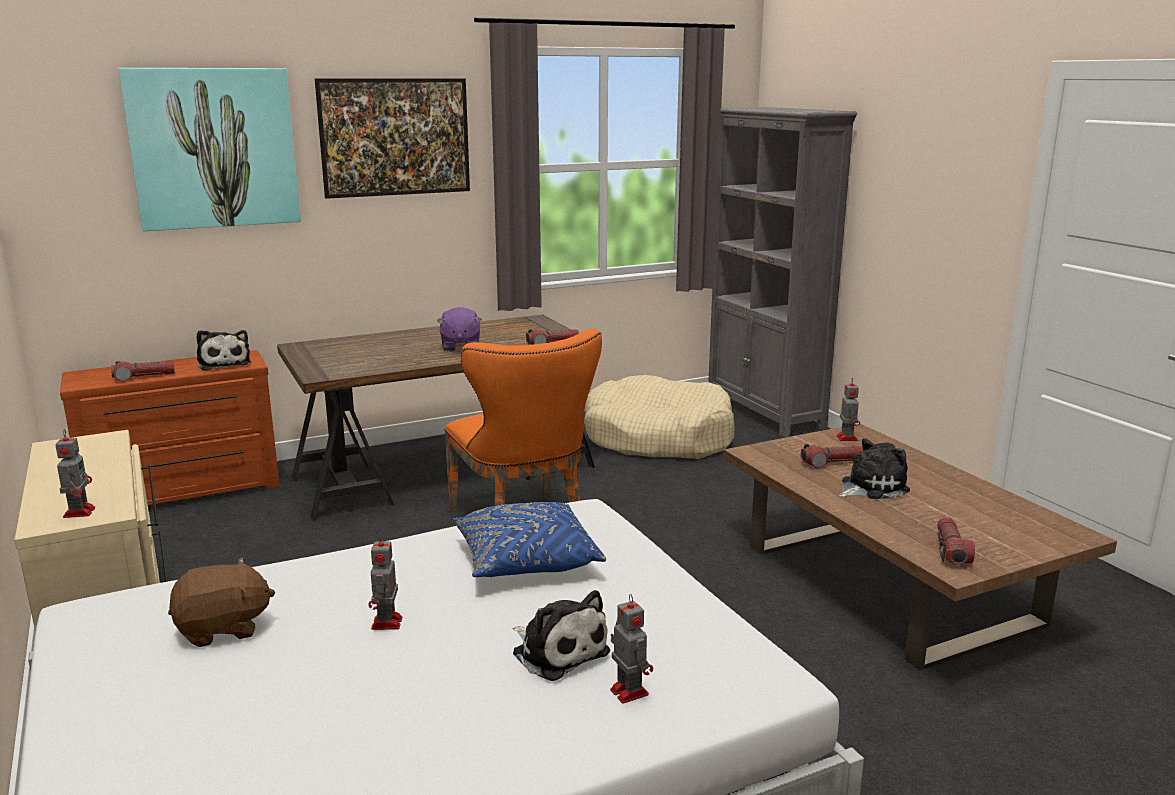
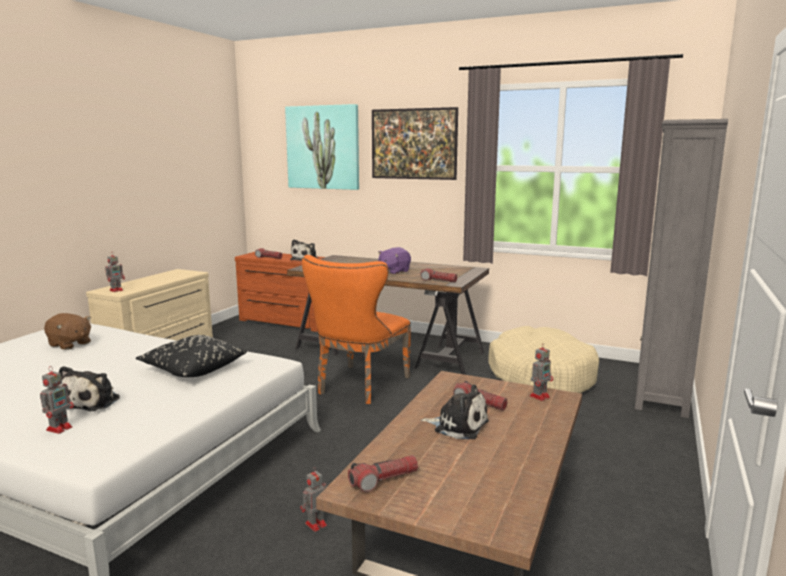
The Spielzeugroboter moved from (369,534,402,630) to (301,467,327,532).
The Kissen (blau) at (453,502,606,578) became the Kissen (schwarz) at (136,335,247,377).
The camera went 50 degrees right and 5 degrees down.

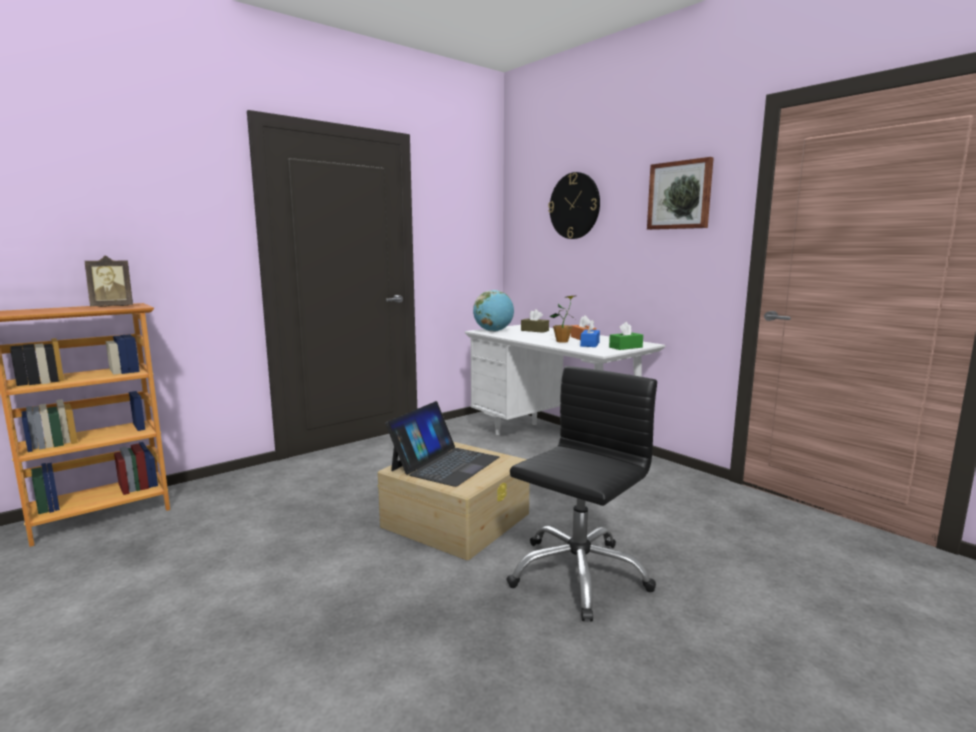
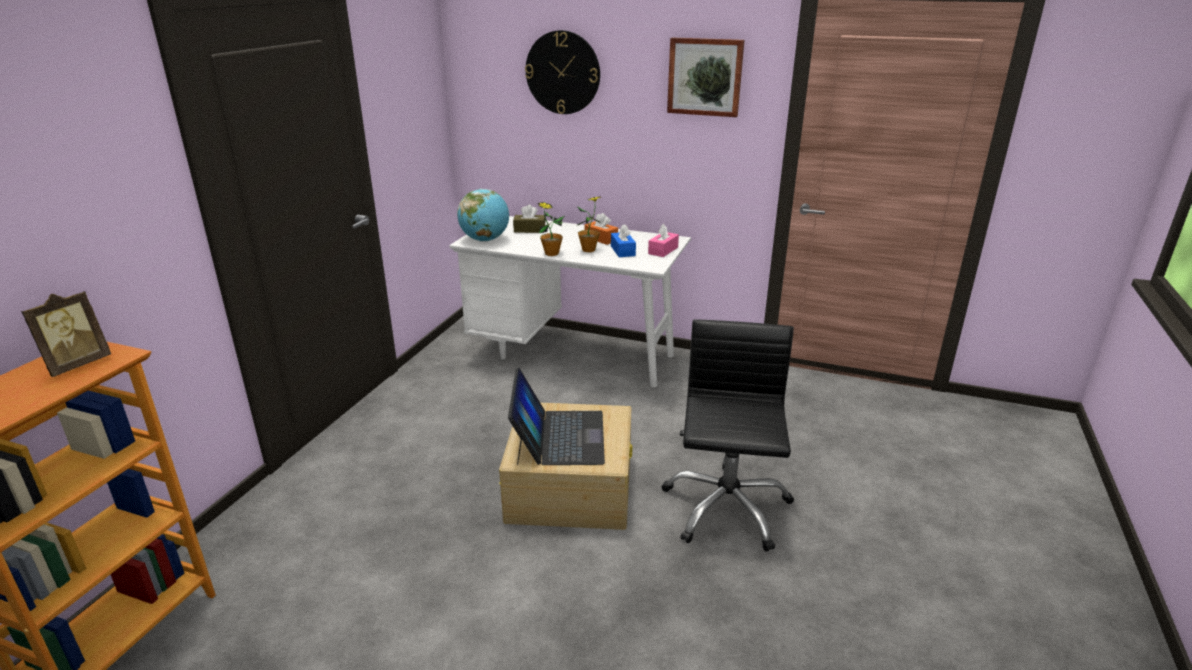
The Taschentuchbox (grün) at (609,322,643,350) became the Taschentuchbox (rosa) at (648,224,679,257).
The Topfpflanze at (538,202,564,256) appeared.
The camera went 30 degrees left and 15 degrees up.

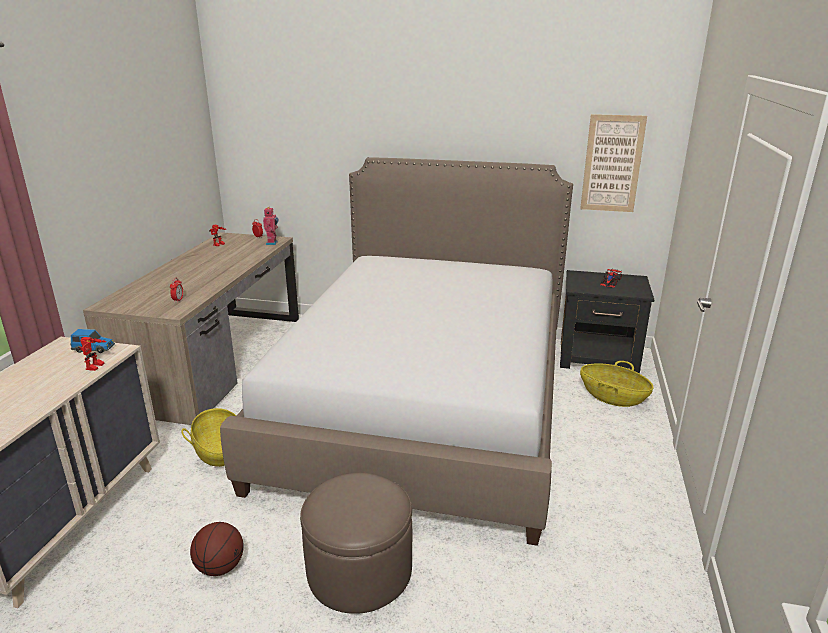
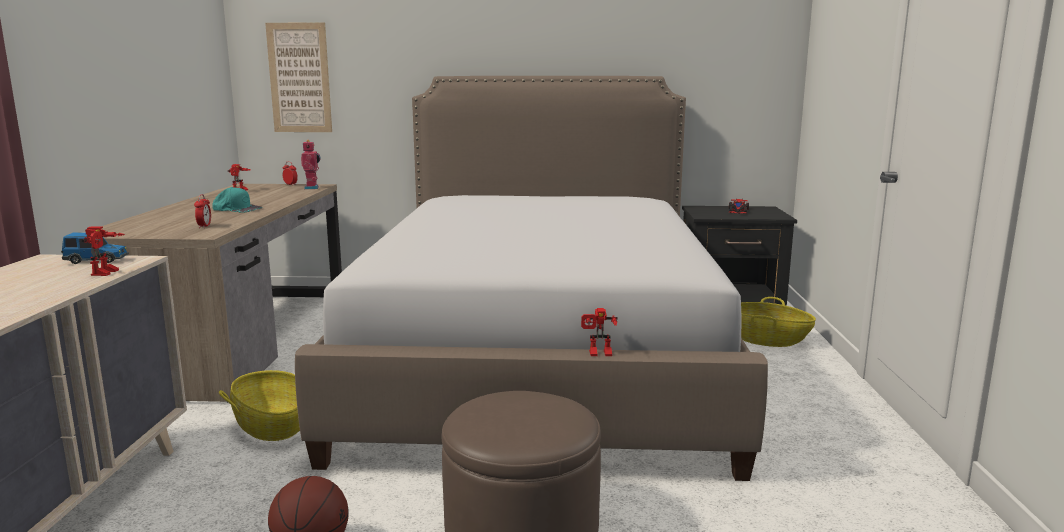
The Bild moved from (580,114,647,212) to (265,22,332,132).
The Kappe (türkis) at (212,187,262,213) appeared.
The Spielzeugroboter at (581,308,618,356) appeared.
The camera went 10 degrees left and 10 degrees down.

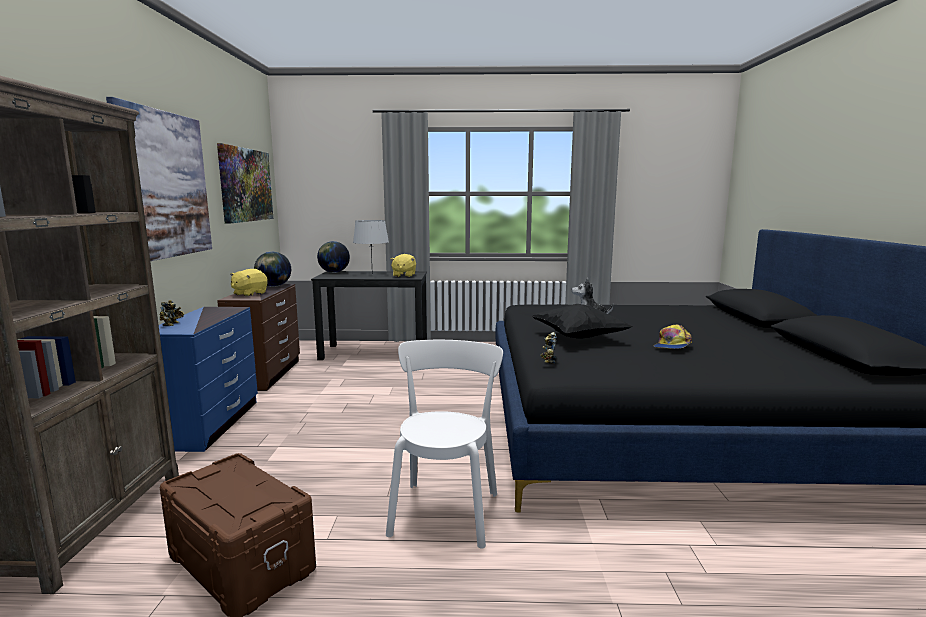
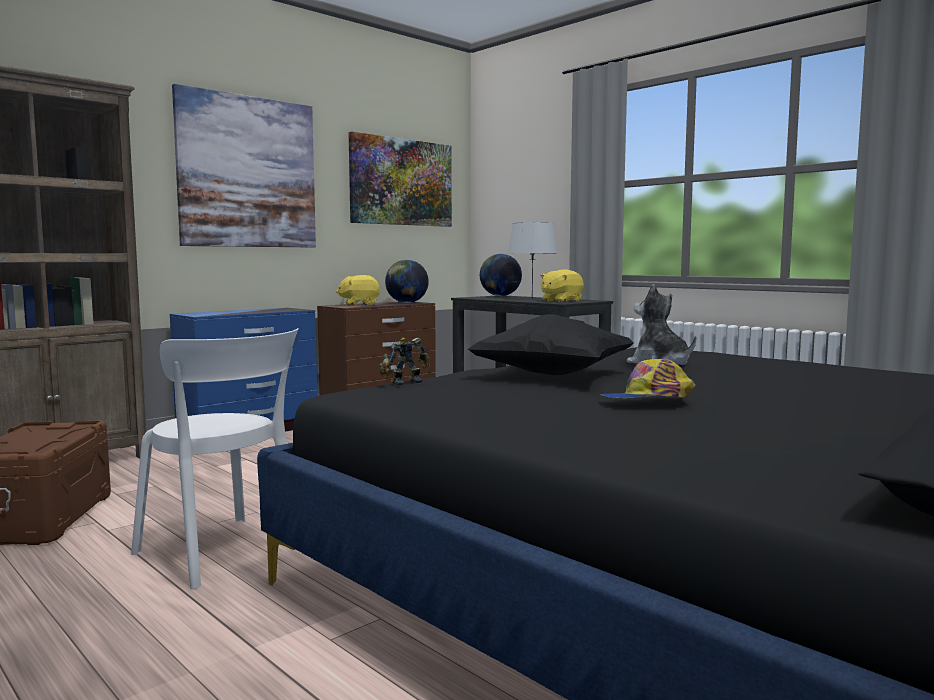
The Spielzeugroboter at (159,300,184,326) disappeared.
The Stuhl (weiß) at (386,340,503,549) turned 75 degrees clockwise.
The camera went 45 degrees right and 5 degrees down.

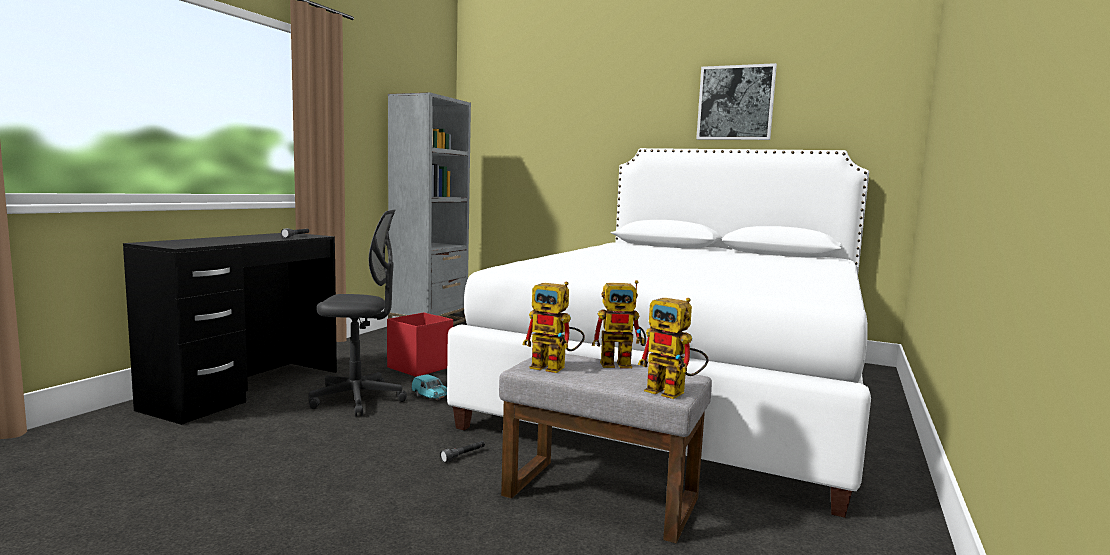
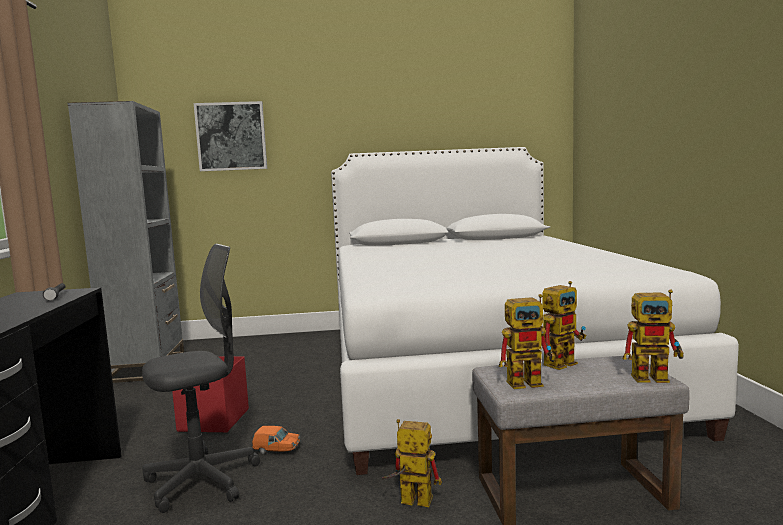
The Spielzeugauto (türkis) at (412,374,447,400) became the Spielzeugauto (orange) at (252,426,300,454).
The Taschenlampe (grau) at (440,441,485,463) was replaced by the Spielzeugroboter at (382,419,442,507).
The Bild moved from (696,63,777,140) to (194,101,267,171).
The camera went 30 degrees left and 0 degrees up.

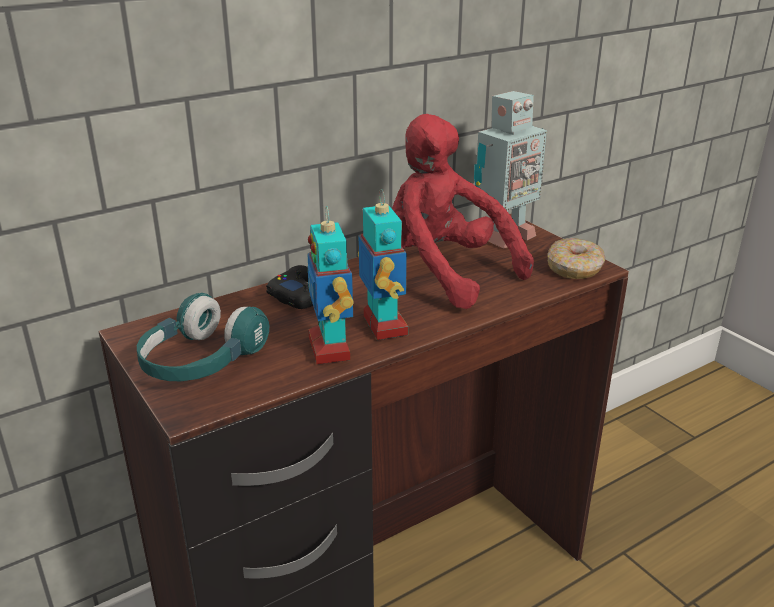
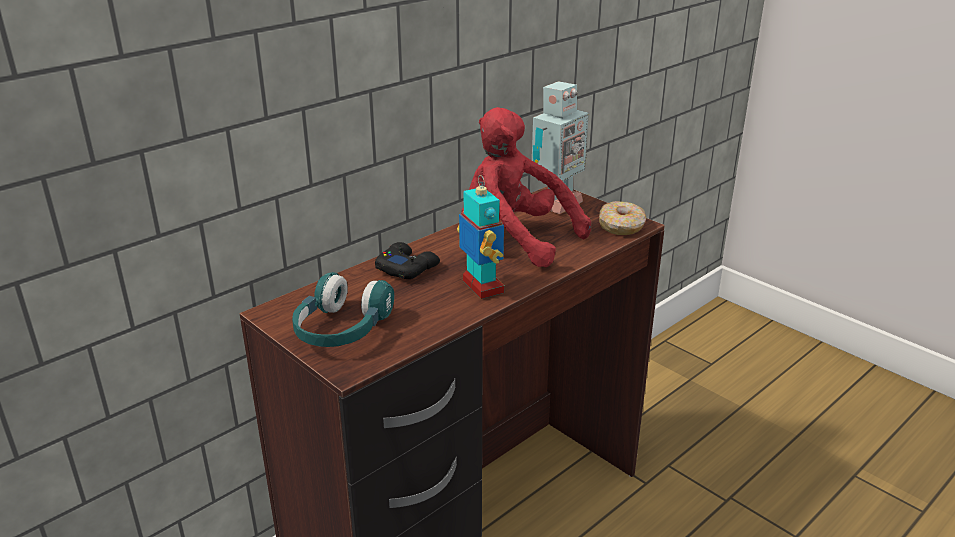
The Spielzeugroboter at (307,206,354,364) disappeared.
The camera went 10 degrees left and 0 degrees up.

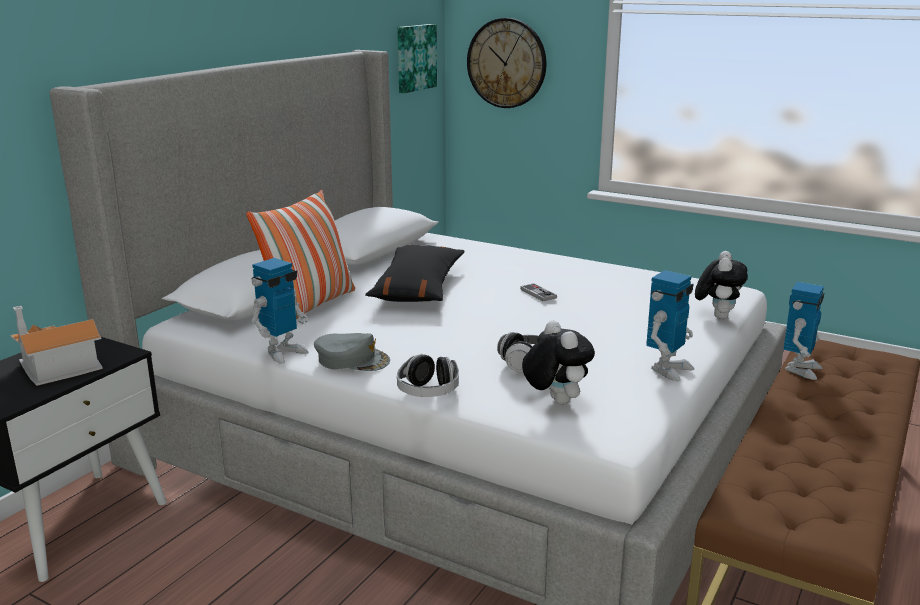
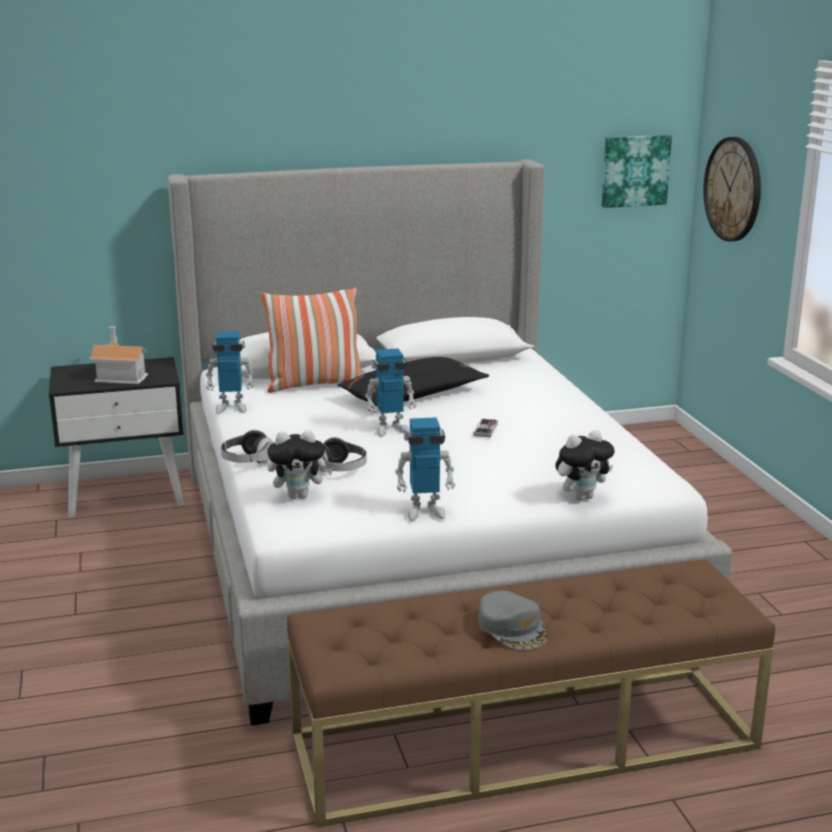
The Kappe (grau) moved from (314,333,390,371) to (478,591,549,650).
The Plüschtier at (522,320,595,405) turned 60 degrees clockwise.
The Spielzeugroboter moved from (783,282,824,380) to (365,348,416,437).
The camera went 45 degrees right and 0 degrees up.

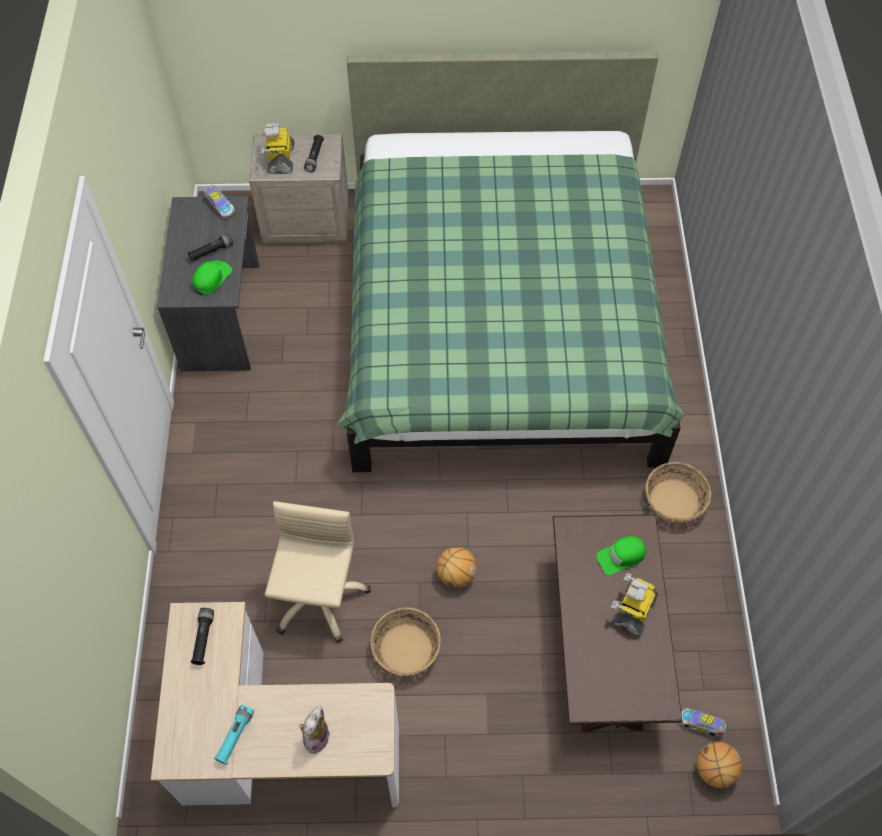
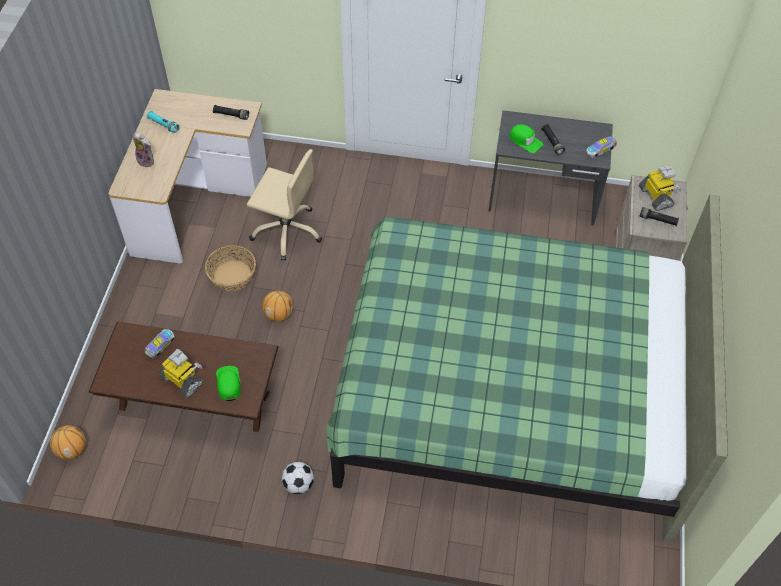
The Spielzeugroboter at (260,123,294,174) turned 60 degrees clockwise.
The Korb at (645,462,711,523) was replaced by the Fußball at (282,462,314,494).
The Spielzeugauto moved from (681,708,726,737) to (144,329,175,358).
The camera went 100 degrees right and 5 degrees down.

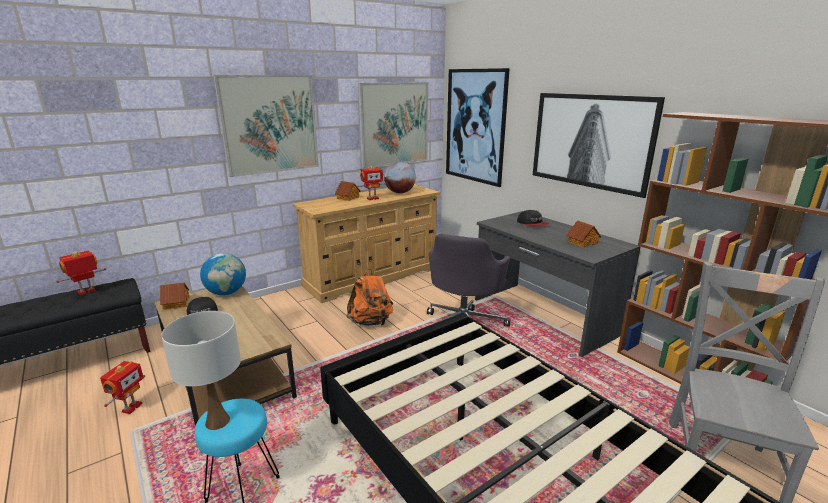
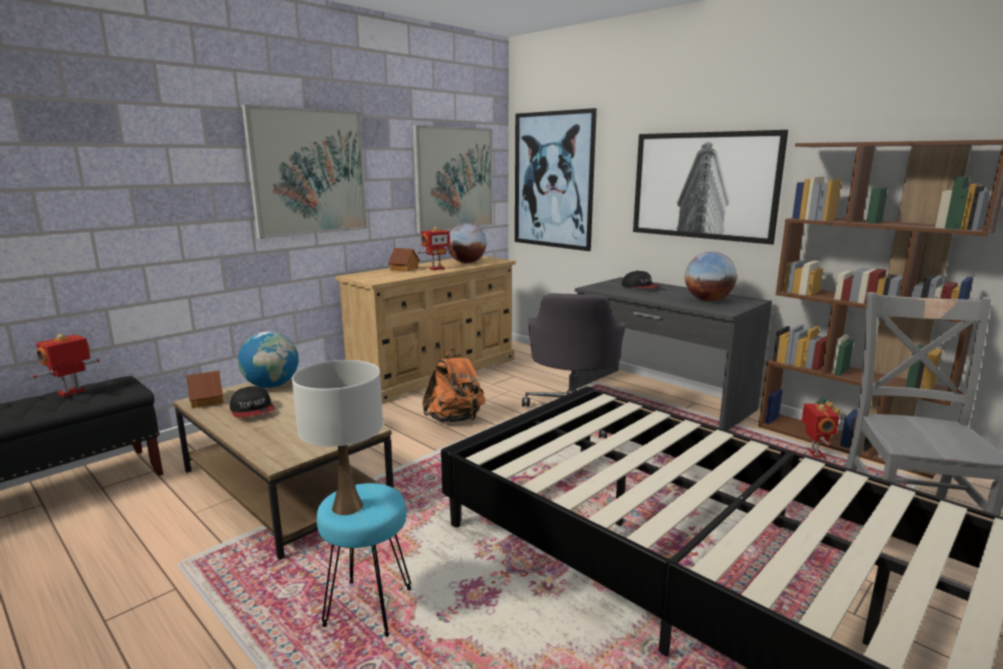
The Spielzeugroboter moved from (100,361,145,414) to (802,403,839,458).
The Spielzeughaus at (566,220,601,248) was replaced by the Globus at (685,252,737,301).
The camera went 10 degrees left and 5 degrees down.

